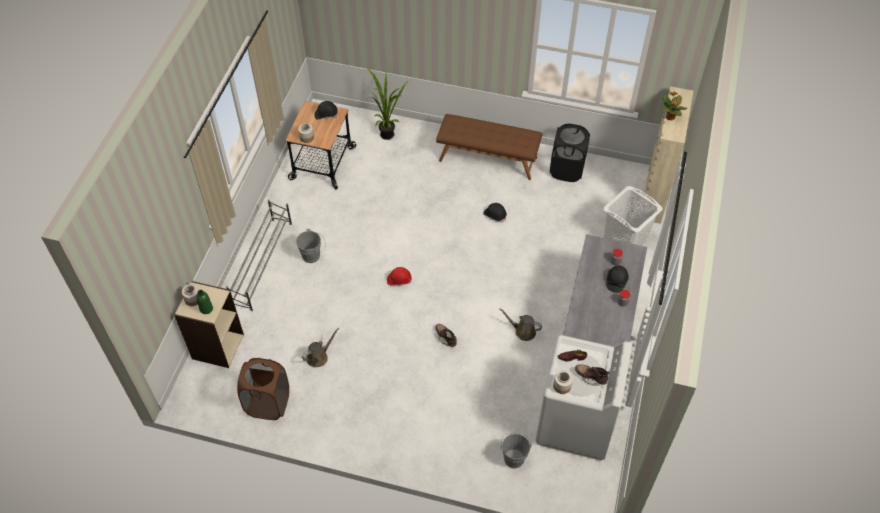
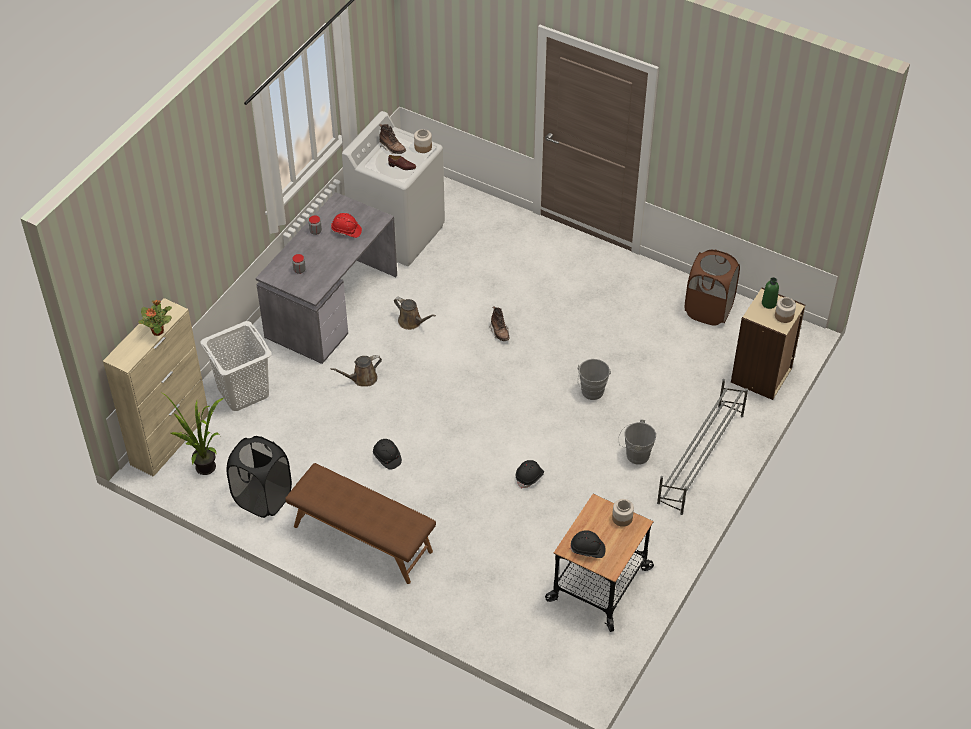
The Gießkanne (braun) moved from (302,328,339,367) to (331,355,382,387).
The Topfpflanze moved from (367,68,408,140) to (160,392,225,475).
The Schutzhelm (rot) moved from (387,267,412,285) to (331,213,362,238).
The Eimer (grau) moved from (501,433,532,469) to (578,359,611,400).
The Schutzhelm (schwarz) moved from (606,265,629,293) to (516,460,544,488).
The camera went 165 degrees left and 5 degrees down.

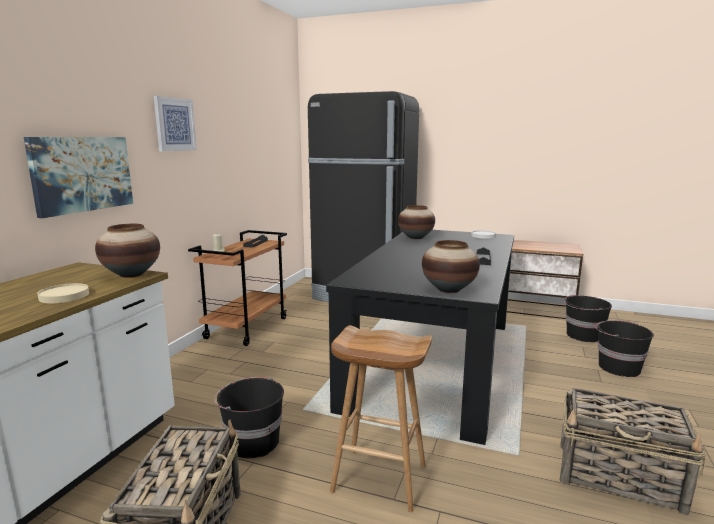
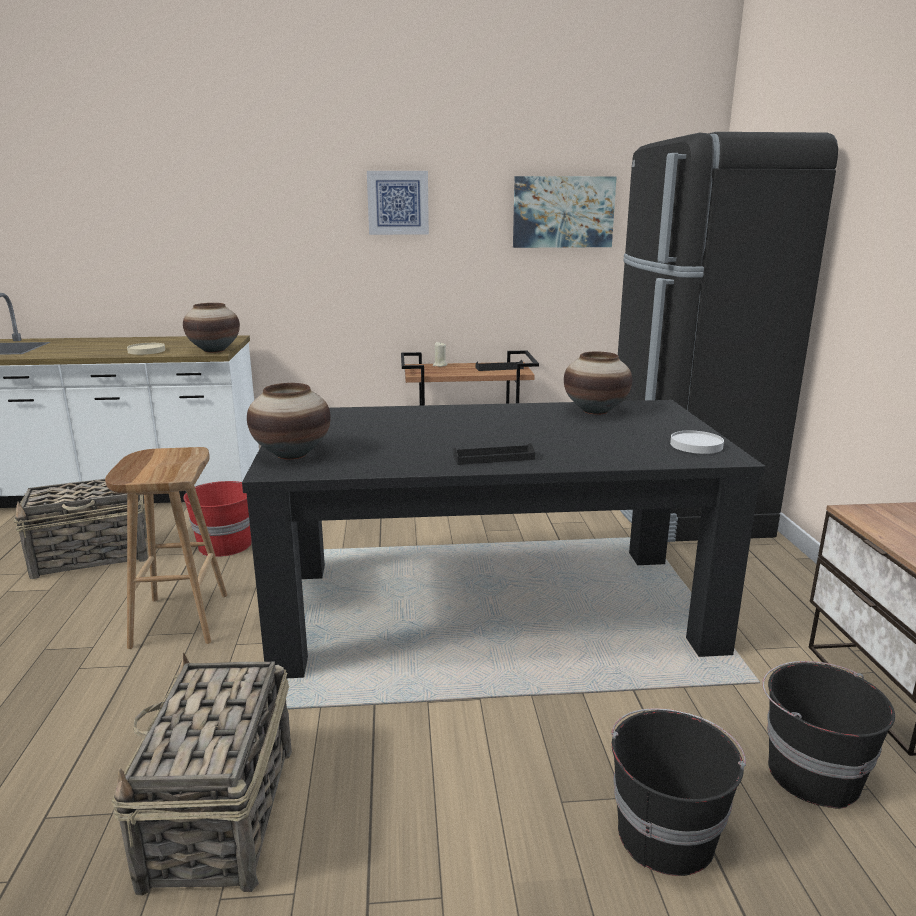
The Bild moved from (24,137,133,218) to (513,176,617,248).
The Eimer (schwarz) at (214,377,284,458) became the Eimer (rot) at (183,481,252,557).
The camera went 65 degrees right and 5 degrees up.

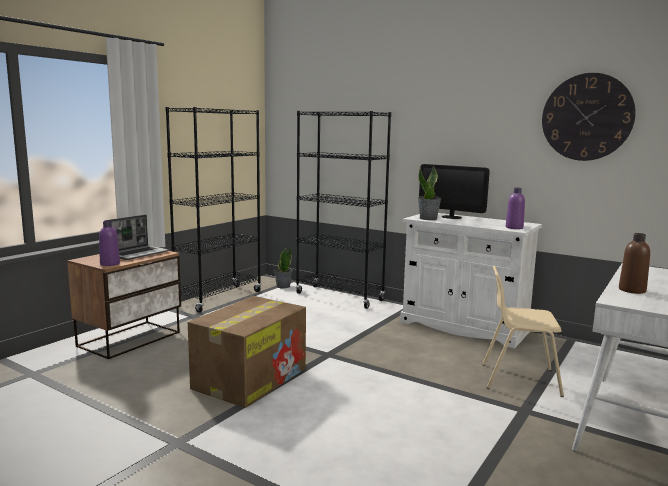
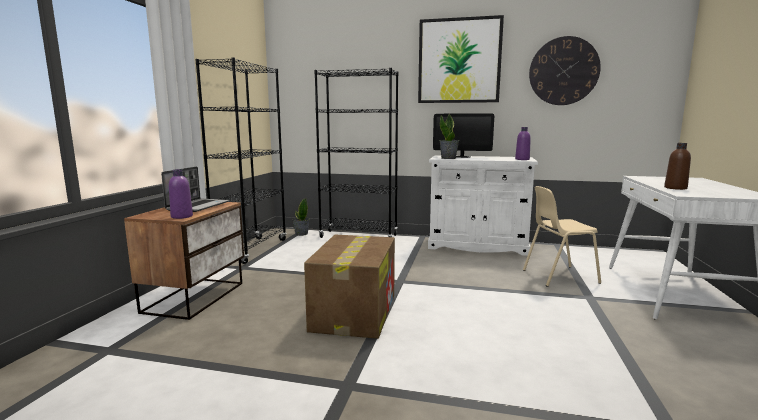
The Bild at (418,15,504,103) appeared.
The camera went 20 degrees left and 0 degrees up.

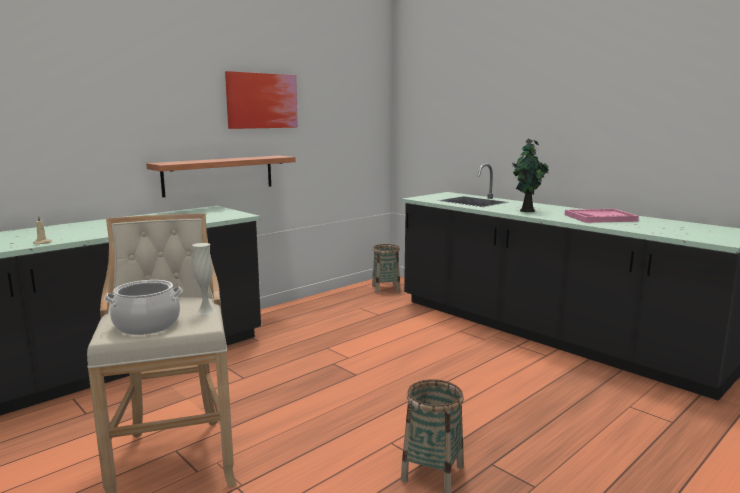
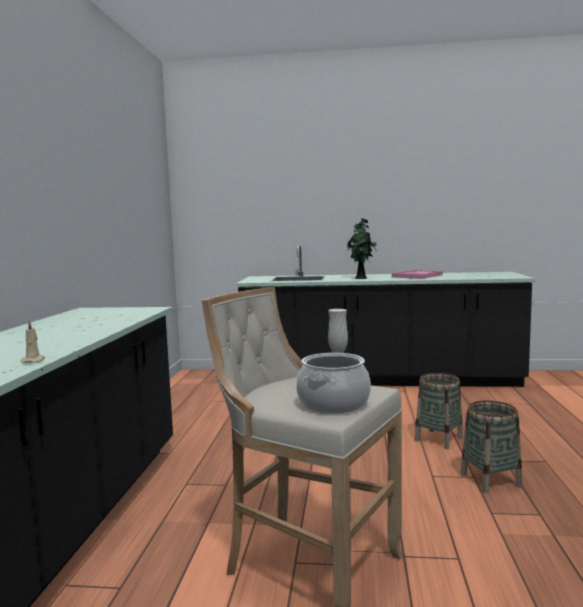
The Wandregal at (146,156,296,197) disappeared.
The Bild at (225,71,298,129) disappeared.
The Korb moved from (372,244,400,293) to (415,373,463,449).
The camera went 40 degrees left and 5 degrees down.

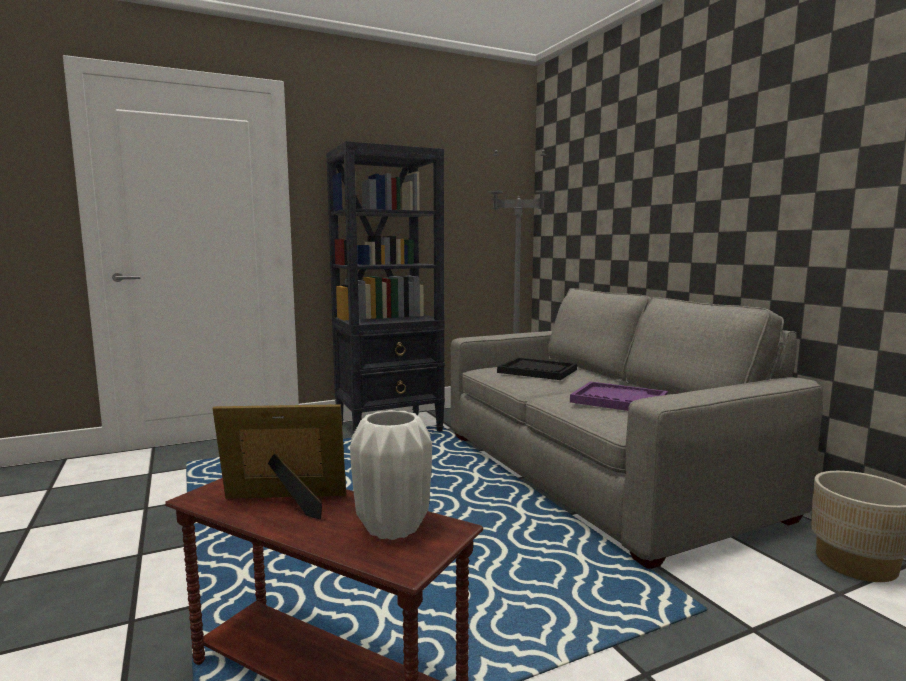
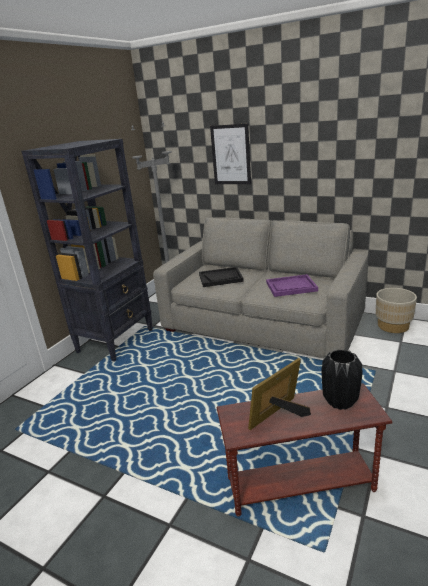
The Vase (weiß) at (350,410,432,540) became the Vase (schwarz) at (322,349,363,410).
The Bild at (210,123,251,184) appeared.
The camera went 35 degrees left and 15 degrees up.

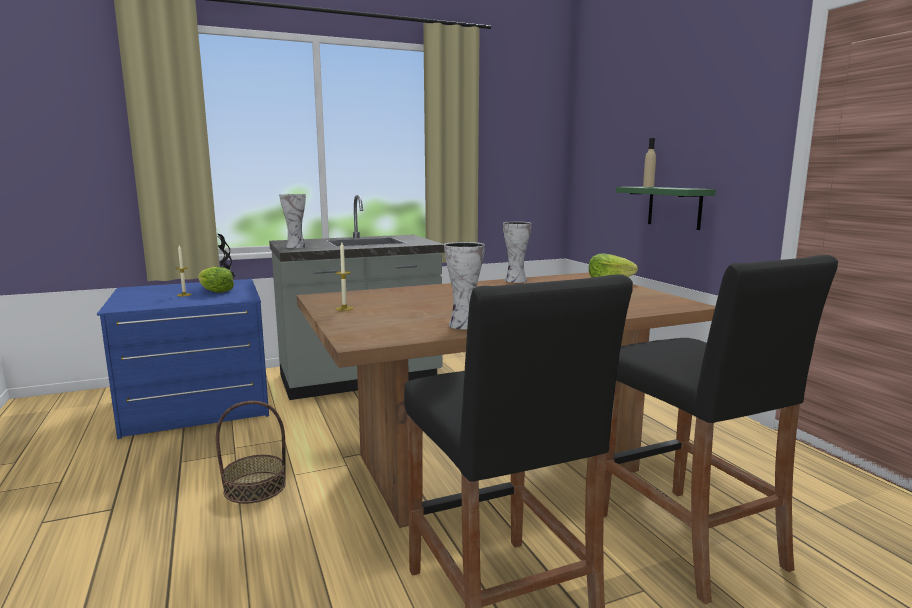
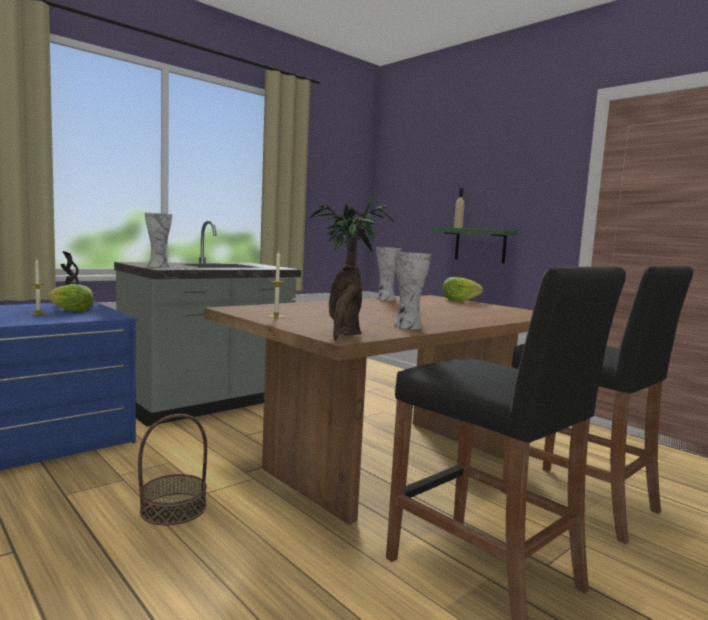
The Topfpflanze at (310,196,394,340) appeared.
The camera went 20 degrees left and 5 degrees down.

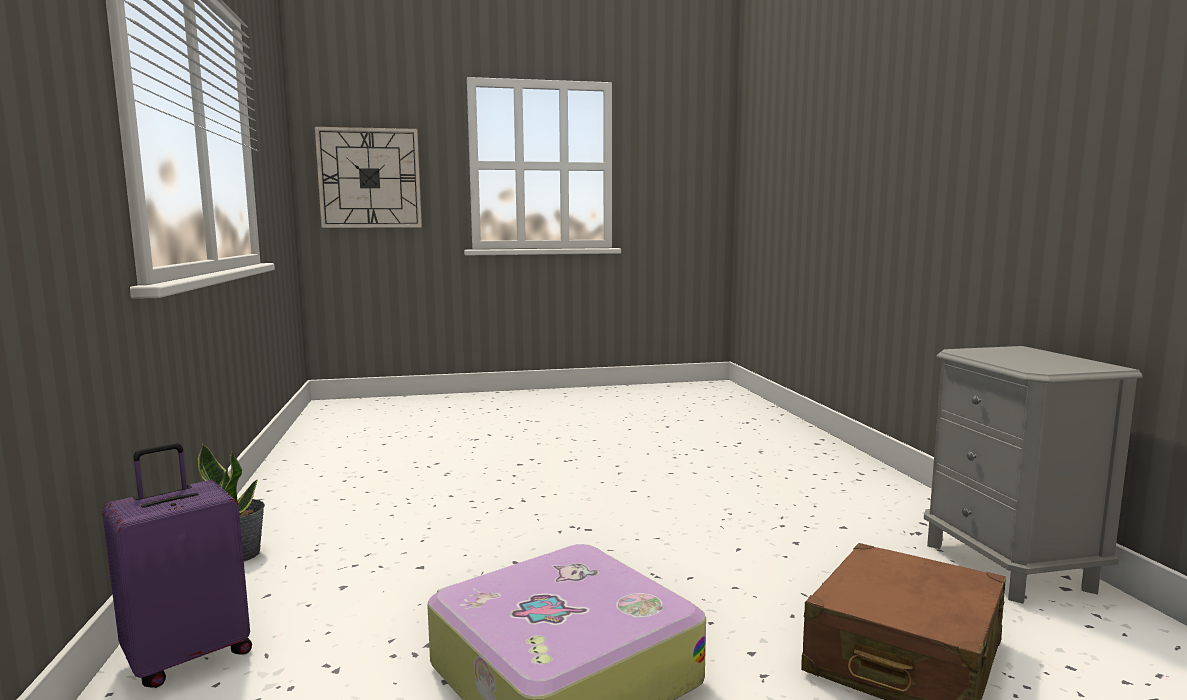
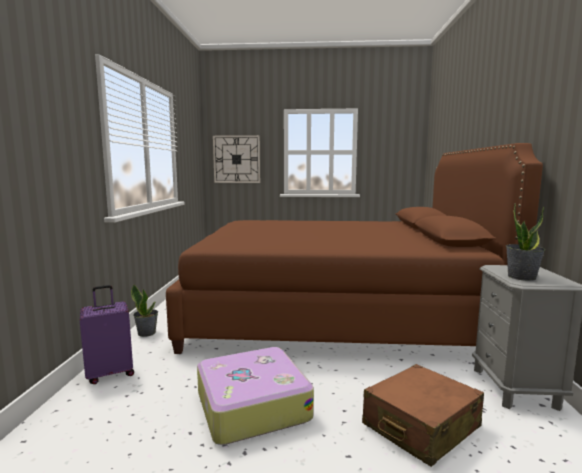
The Bett (braun) at (166,143,543,354) appeared.
The Topfpflanze at (506,203,546,281) appeared.
The camera went 15 degrees right and 0 degrees up.

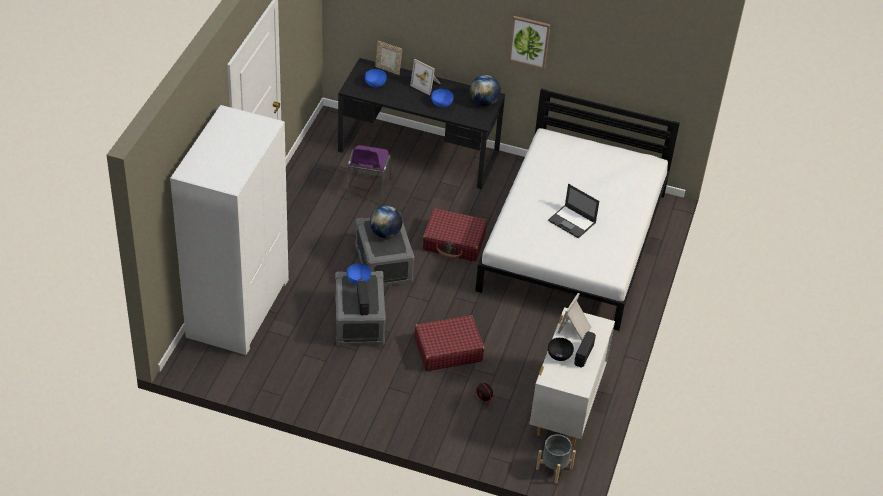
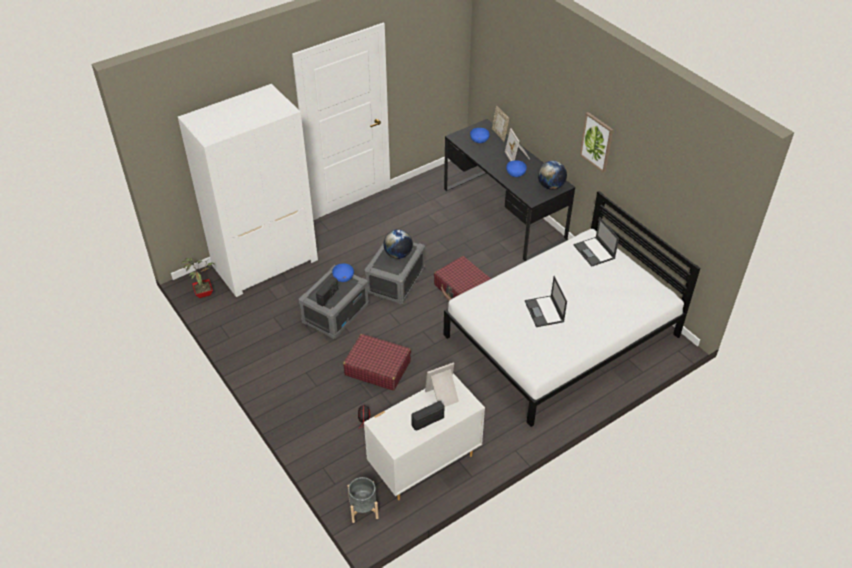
The Stuhl (lila) at (346,145,392,205) disappeared.
The Schüssel (schwarz) at (548,338,574,361) disappeared.
The Topfpflanze at (181,258,215,298) appeared.
The Laptop at (574,217,619,267) appeared.
The camera went 40 degrees right and 0 degrees up.

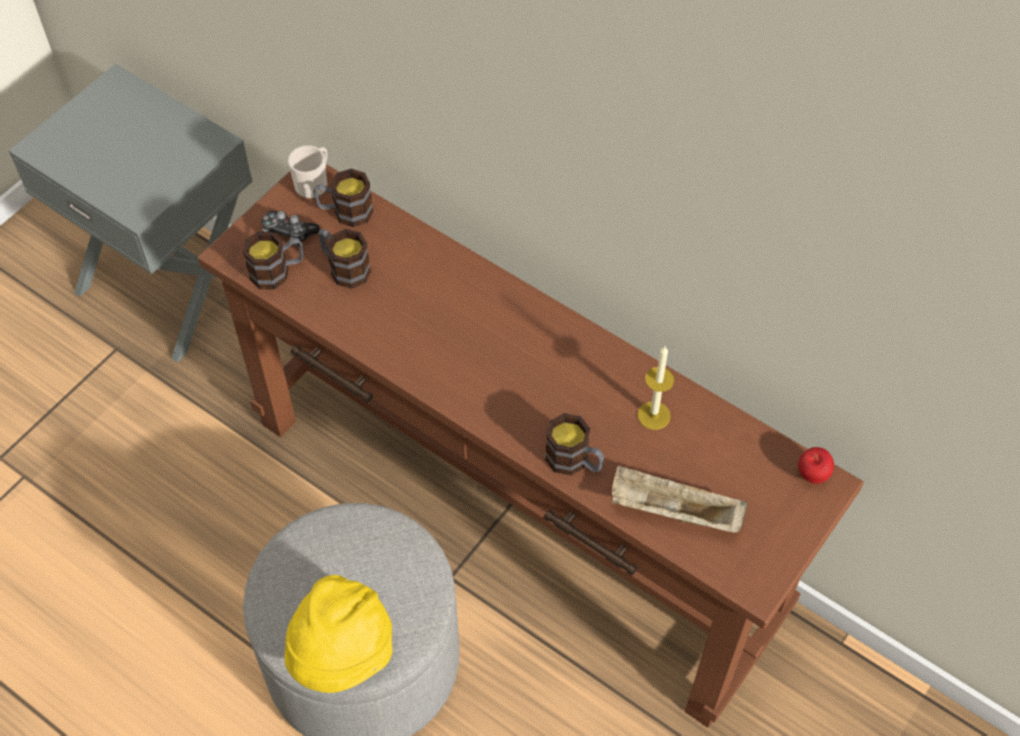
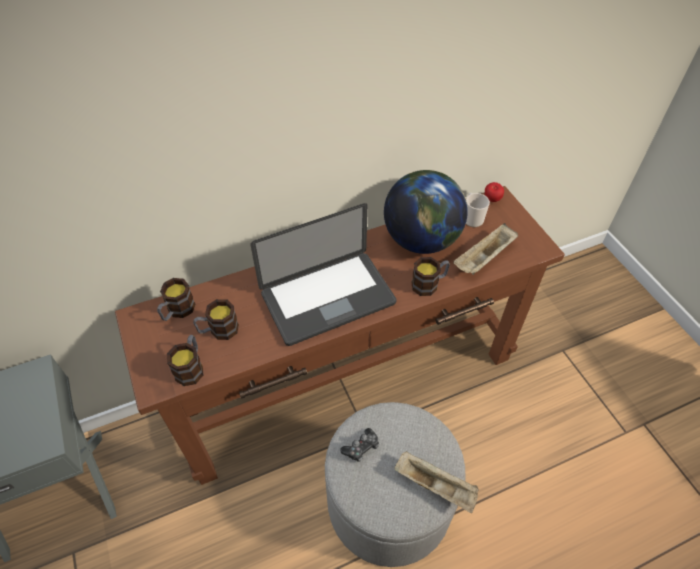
The Gamepad moved from (261,210,320,246) to (340,428,379,462).
The Hut (gelb) at (284,575,392,693) was replaced by the Tablett (beige) at (394,451,479,513).
The Henkelbecher moved from (288,145,327,199) to (466,193,490,227).
The Kerze at (637,346,675,430) was replaced by the Globus at (384,170,468,254).
The Laptop at (251,203,397,346) appeared.
The camera went 60 degrees left and 5 degrees down.

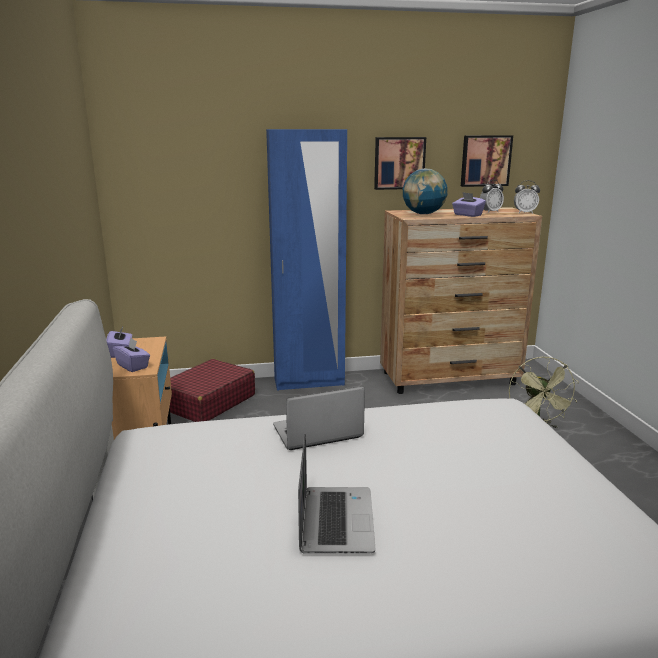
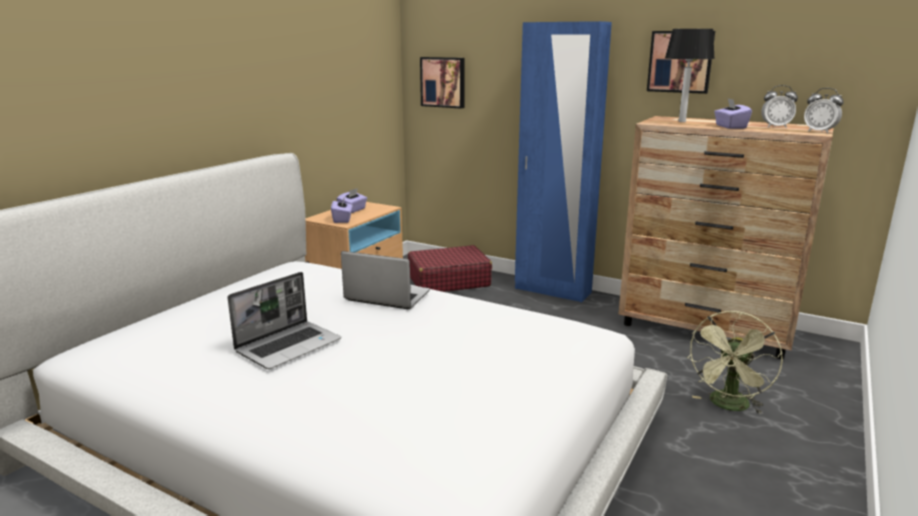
The Globus at (403,169,448,214) was replaced by the Tischlampe at (665,29,715,122).
The Bild moved from (461,135,513,187) to (420,57,465,109).
The camera went 40 degrees right and 0 degrees up.

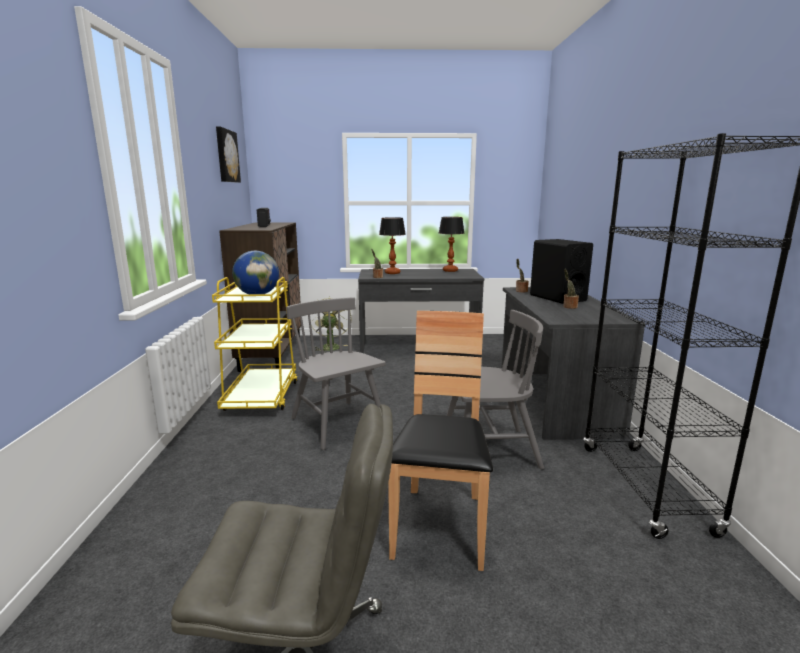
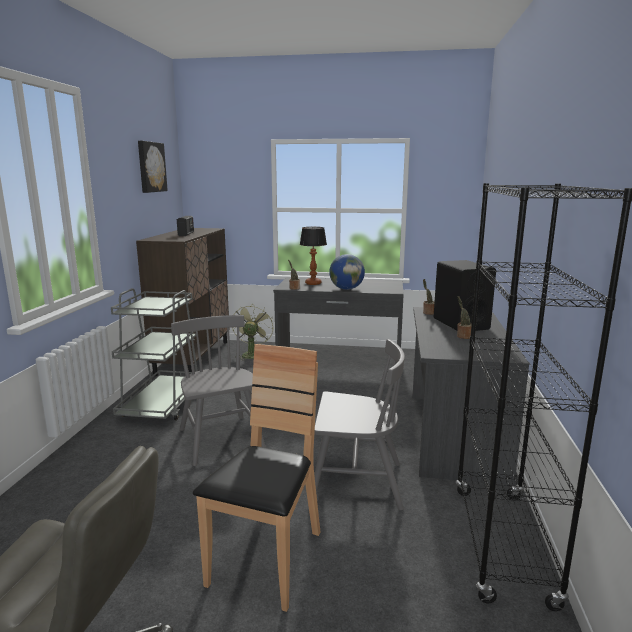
The Rollwagen (gelb) at (212,277,298,411) became the Rollwagen (grau) at (111,288,198,420).
The Globus moved from (232,251,279,294) to (329,254,365,290).
The Tischlampe at (439,217,464,272) disappeared.
The camera went 10 degrees right and 0 degrees up.

